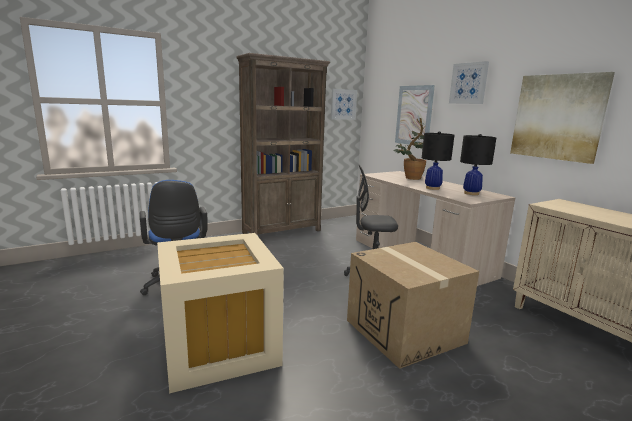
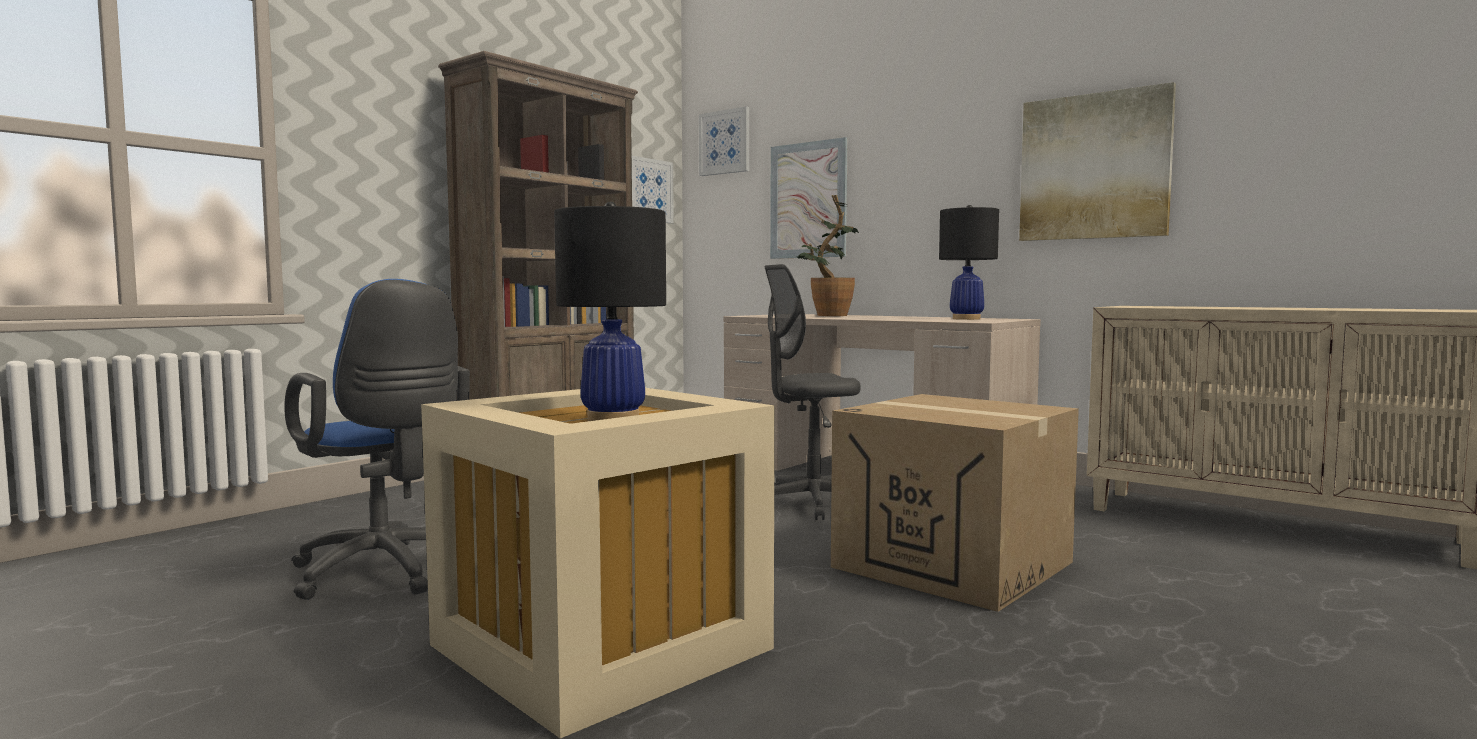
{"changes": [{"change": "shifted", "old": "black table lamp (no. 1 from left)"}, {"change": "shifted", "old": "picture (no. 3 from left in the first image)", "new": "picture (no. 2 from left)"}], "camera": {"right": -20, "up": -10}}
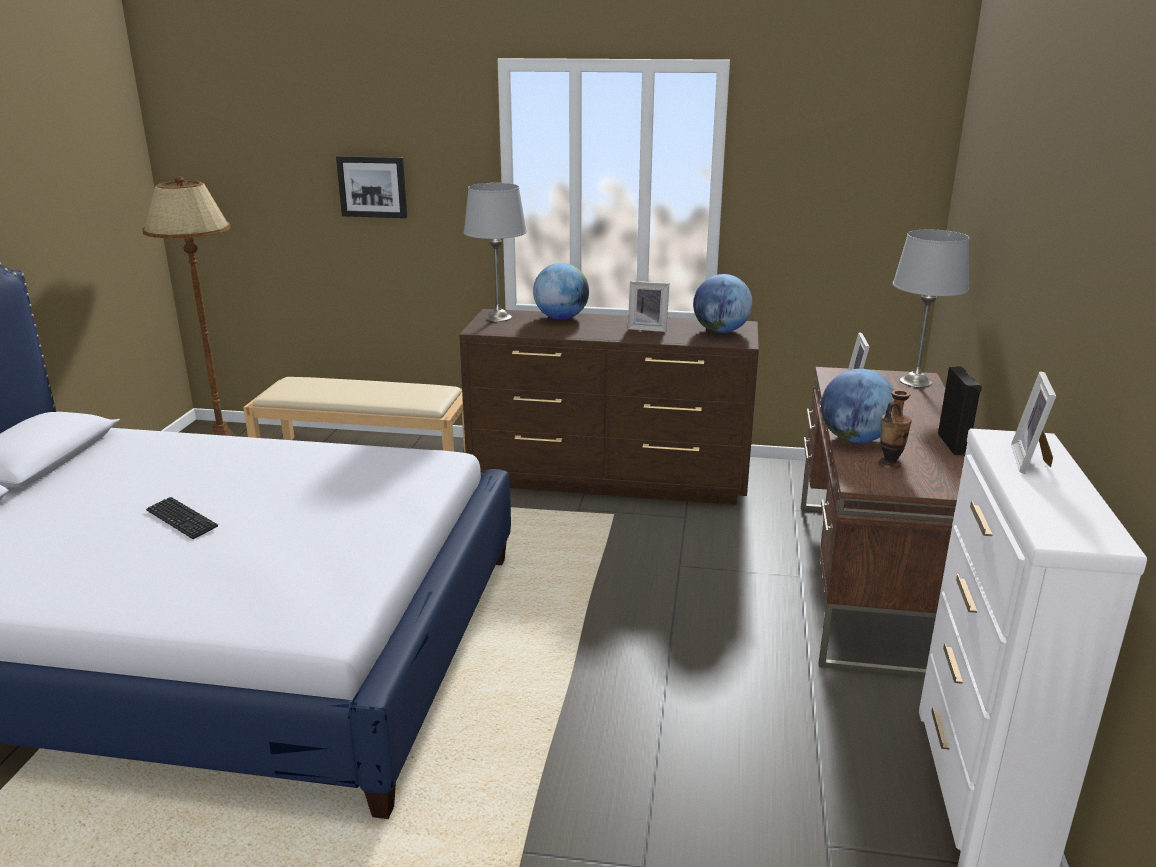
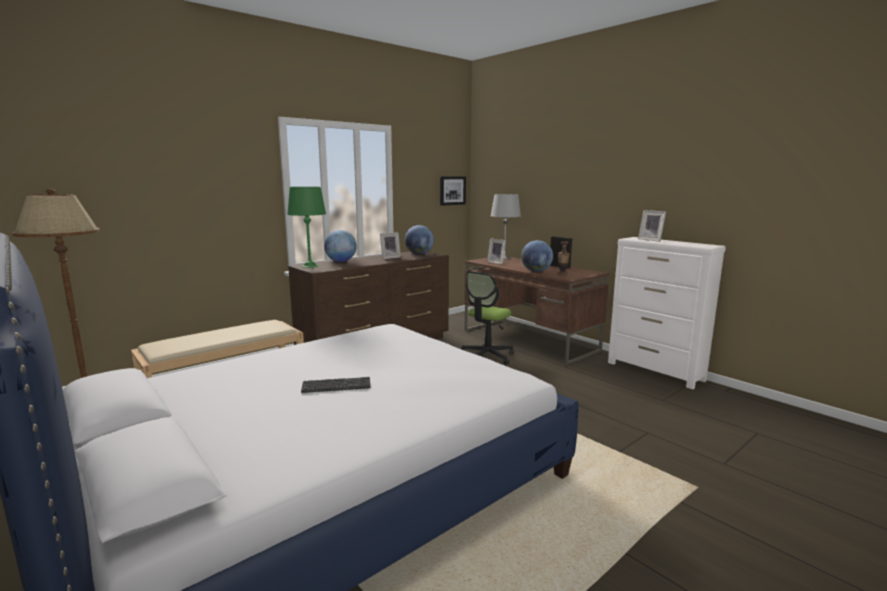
{"changes": [{"change": "new", "new": "office chair"}, {"change": "shifted", "old": "picture"}, {"change": "repainted", "old": "greyish table lamp (no. 1 from left)", "new": "greenish table lamp"}], "camera": {"right": -50, "up": -10}}
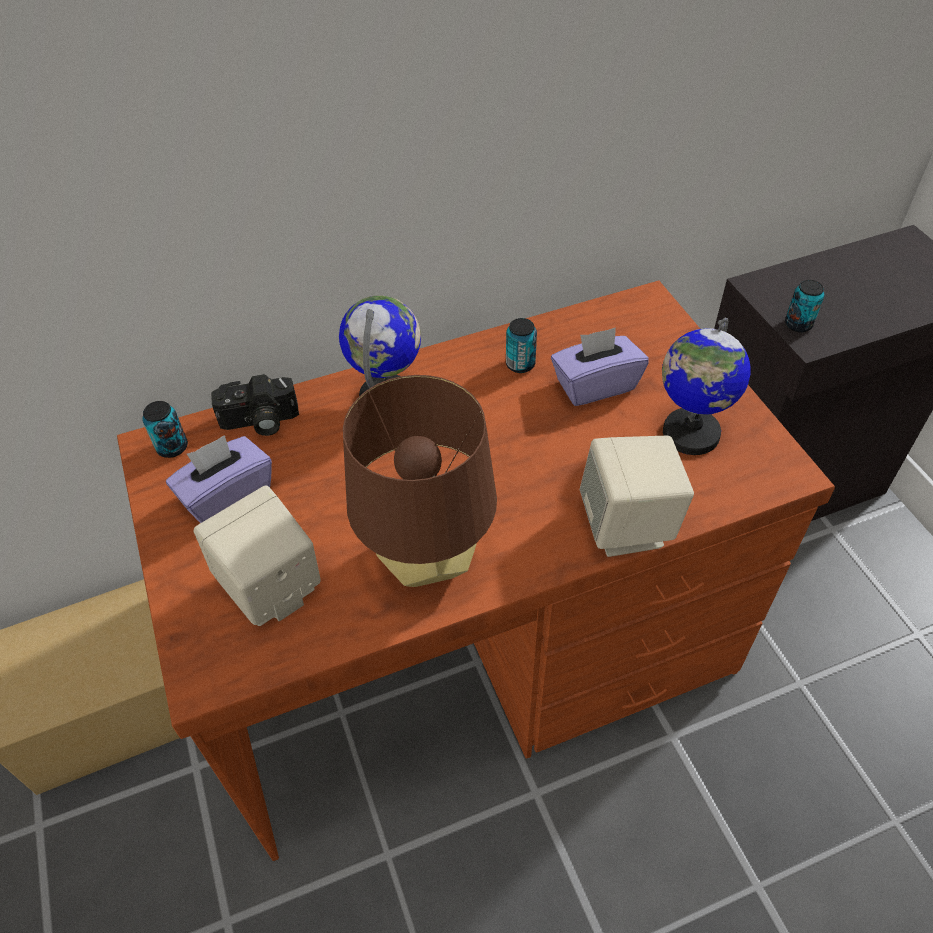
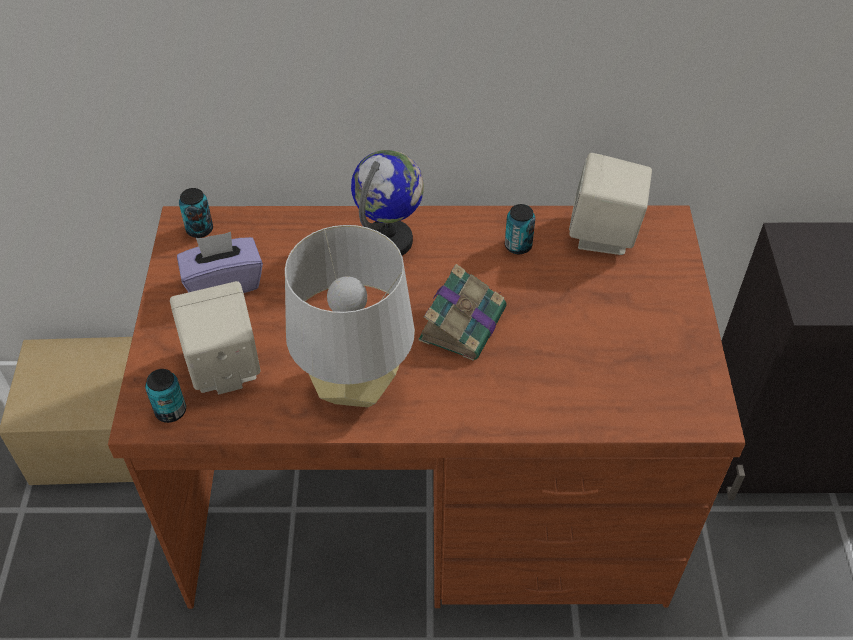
{"changes": [{"change": "gone", "old": "still camera"}, {"change": "gone", "old": "purple tissue box (no. 2 from left)"}, {"change": "gone", "old": "desk globe (no. 2 from left)"}, {"change": "new", "new": "volume"}, {"change": "shifted", "old": "beige-coloured audio speaker (no. 2 from left)"}, {"change": "shifted", "old": "can (no. 3 from left in the first image)", "new": "can (no. 1 from left)"}, {"change": "repainted", "old": "brown table lamp", "new": "greyish table lamp"}], "camera": {"right": 20, "up": 0}}
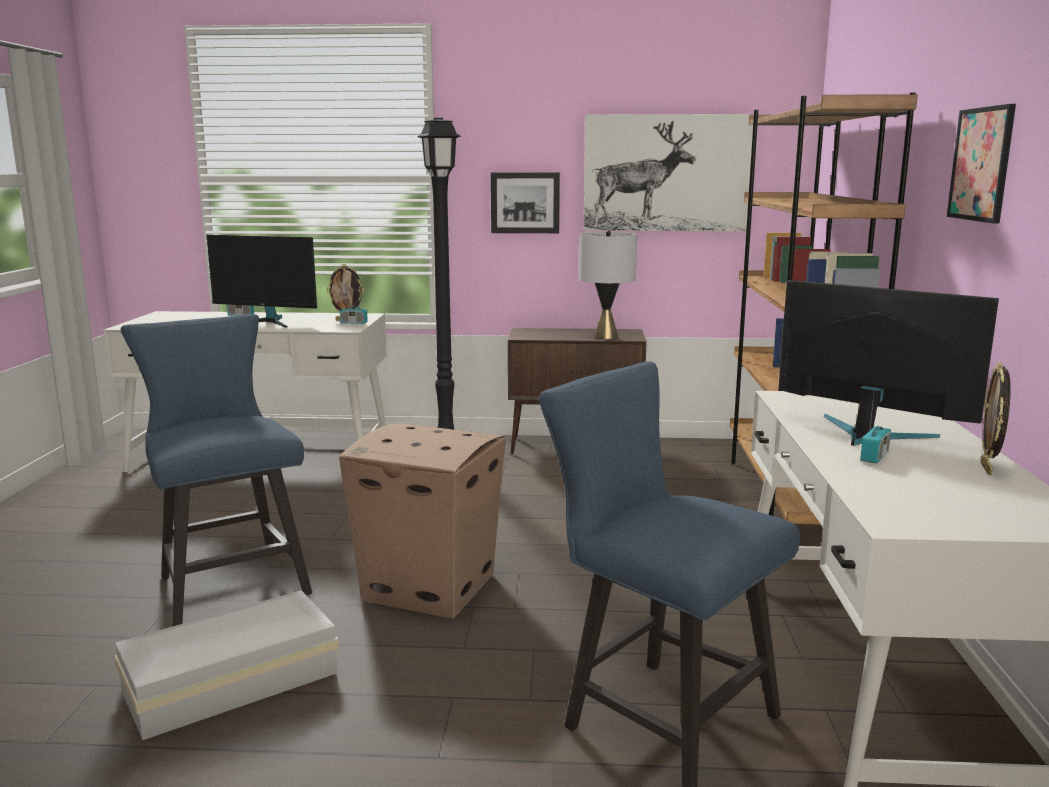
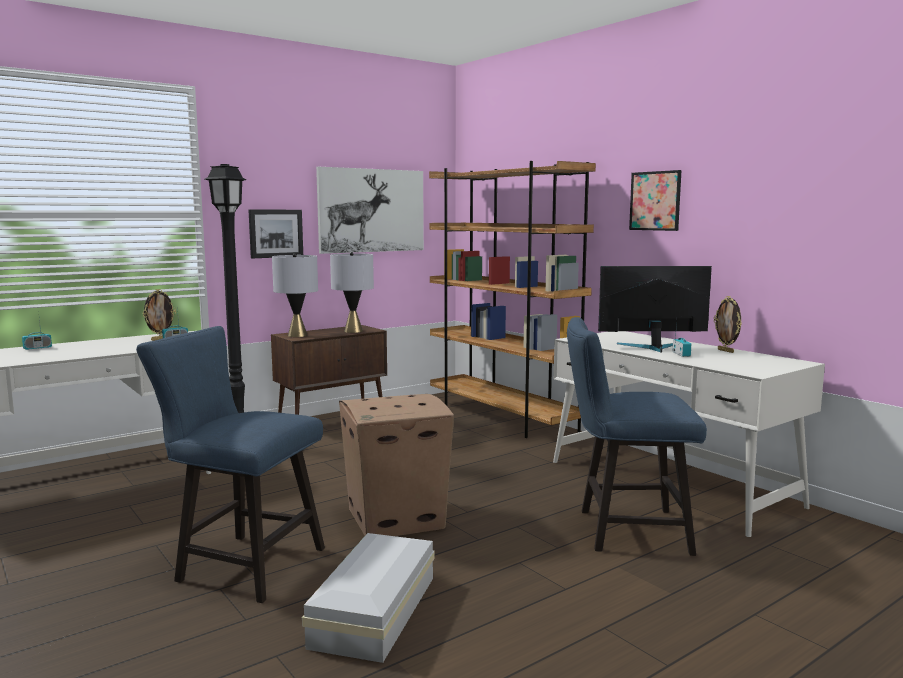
{"changes": [{"change": "gone", "old": "computer screen (no. 1 from left)"}, {"change": "new", "new": "greyish table lamp (no. 1 from left)"}], "camera": {"right": -40, "up": -5}}
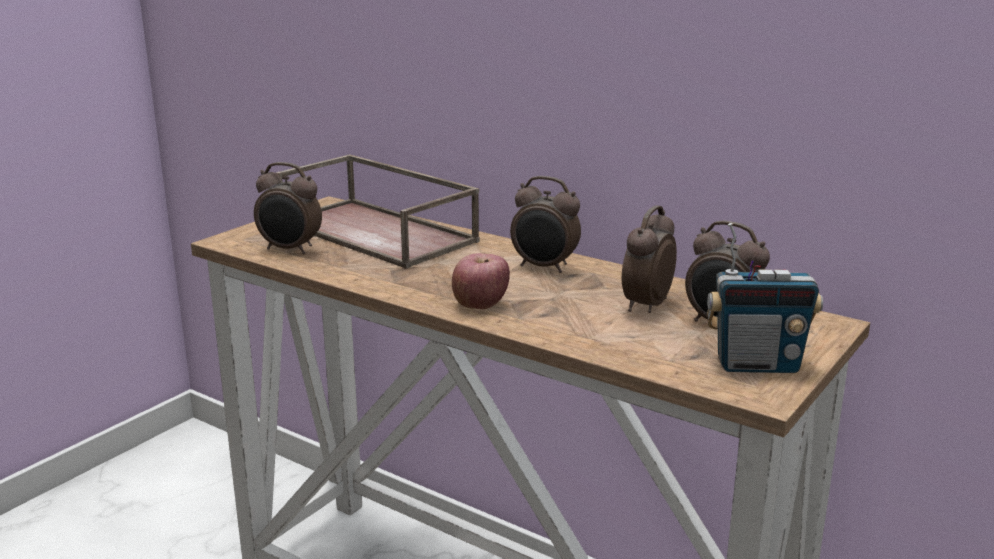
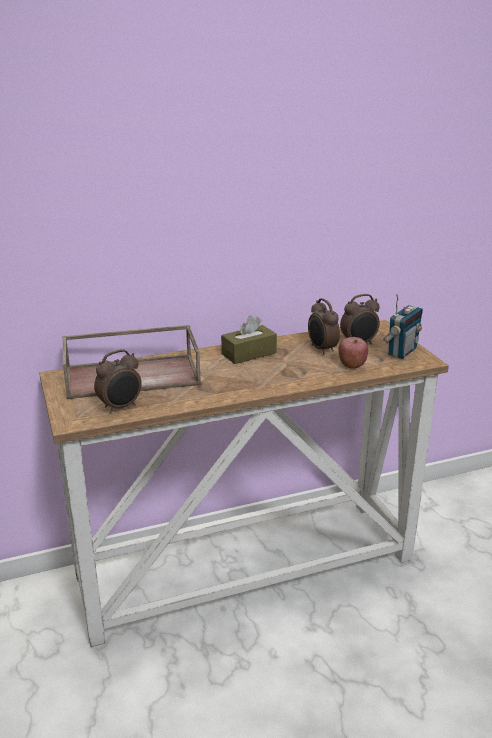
{"changes": [{"change": "shifted", "old": "whole apple"}, {"change": "swapped", "old": "bedside clock (no. 2 from left)", "new": "brown tissue box"}], "camera": {"right": -55, "up": 5}}
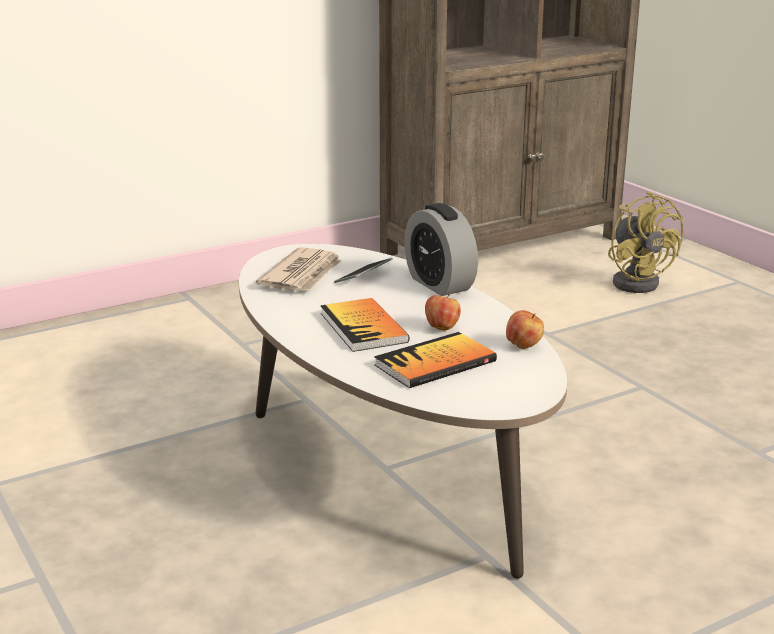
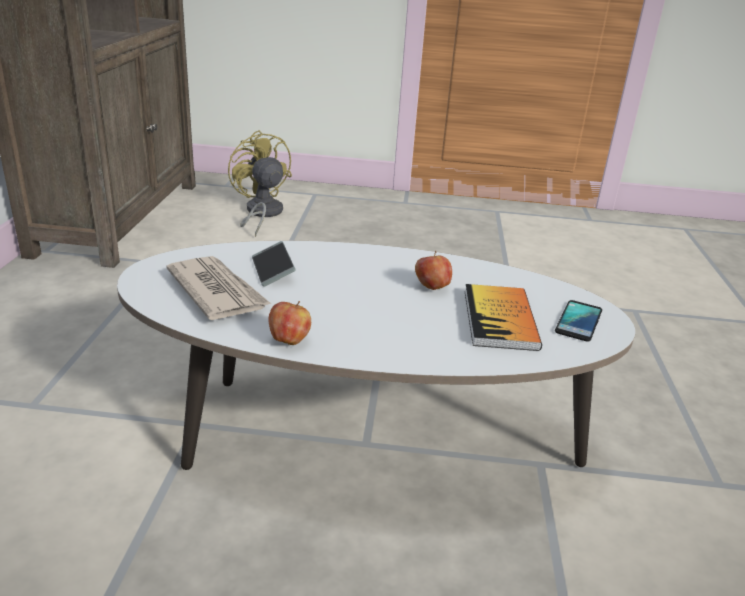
{"changes": [{"change": "gone", "old": "volume (no. 1 from left)"}, {"change": "gone", "old": "bedside clock"}, {"change": "new", "new": "handset (no. 2 from left)"}, {"change": "shifted", "old": "whole apple (no. 2 from left in the first image)", "new": "whole apple (no. 1 from left)"}, {"change": "rotated", "old": "yellow fan", "degrees": -135}], "camera": {"right": -55, "up": 5}}
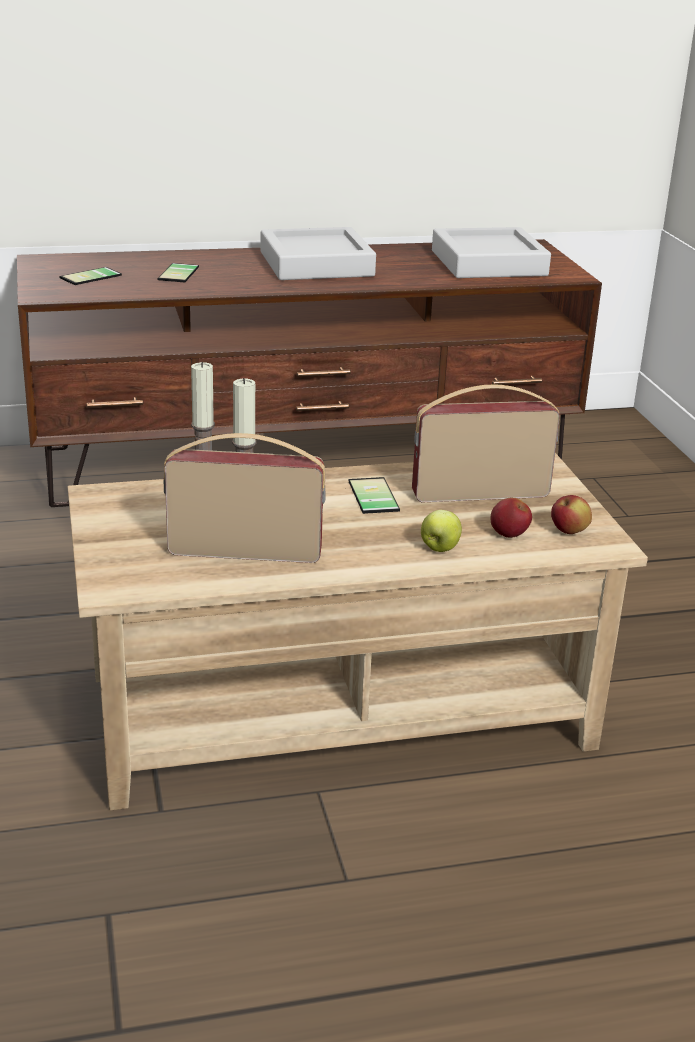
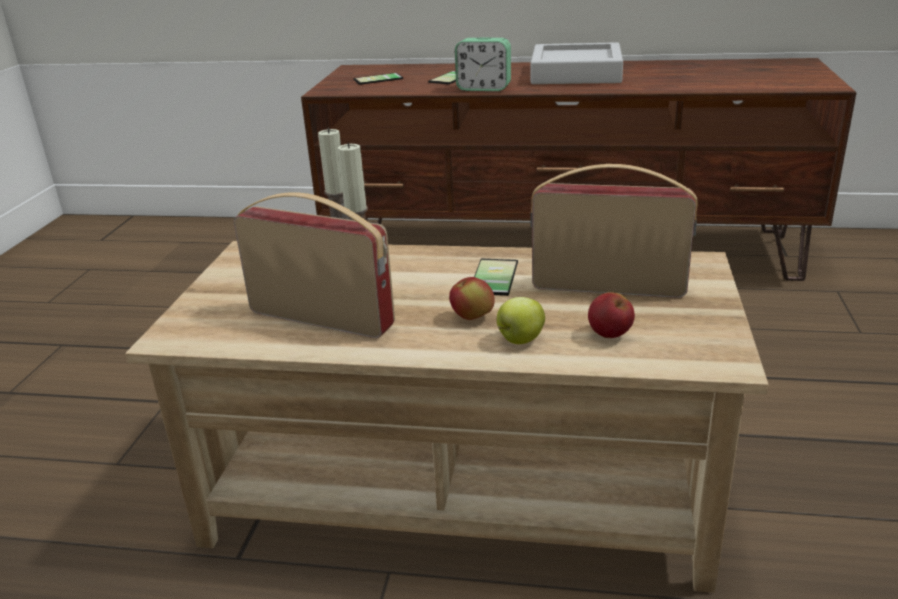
{"changes": [{"change": "gone", "old": "greyish carrying tray (no. 2 from left)"}, {"change": "new", "new": "bedside clock"}, {"change": "shifted", "old": "whole apple (no. 3 from left in the first image)", "new": "whole apple (no. 1 from left)"}], "camera": {"right": 25, "up": 0}}
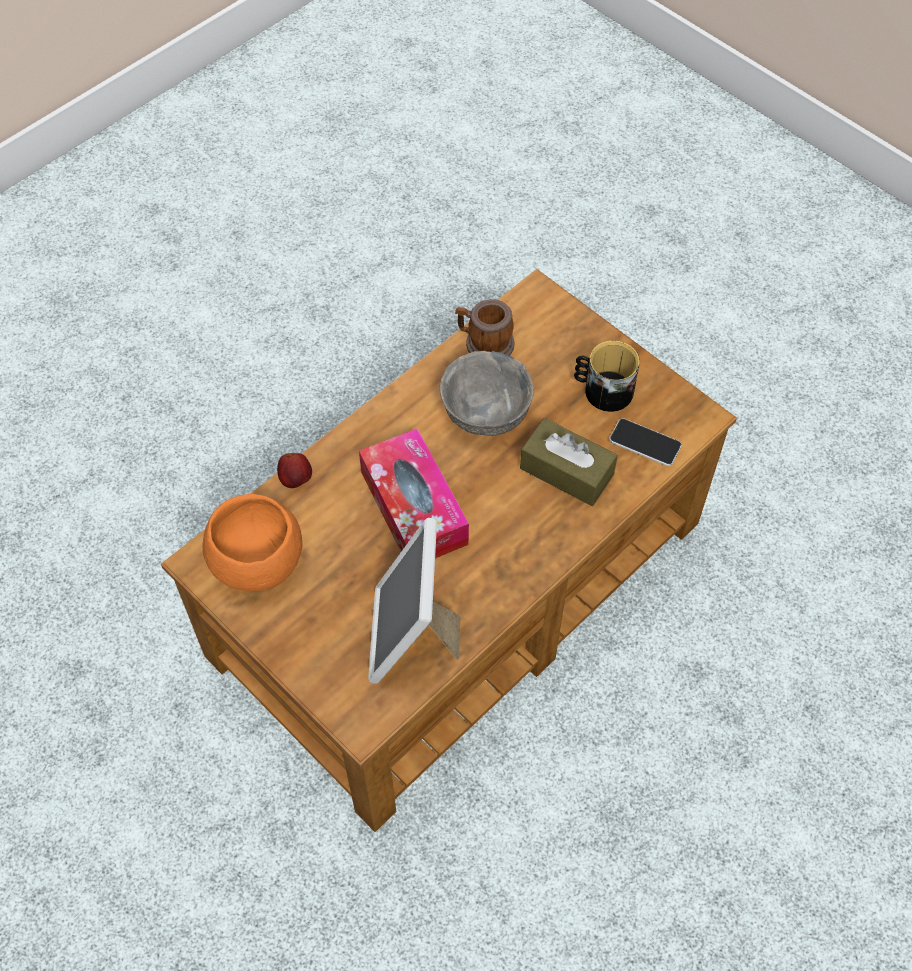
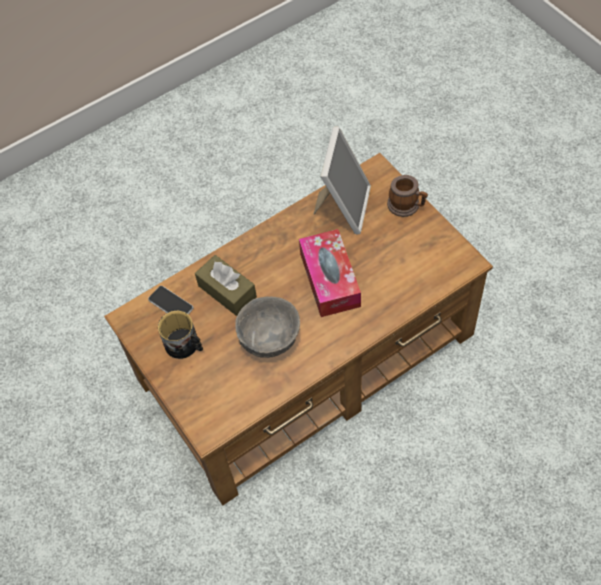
{"changes": [{"change": "gone", "old": "orangey serving bowl"}, {"change": "gone", "old": "whole apple"}, {"change": "shifted", "old": "mug (no. 1 from left in the first image)", "new": "mug (no. 2 from left)"}], "camera": {"right": -165, "up": 0}}
